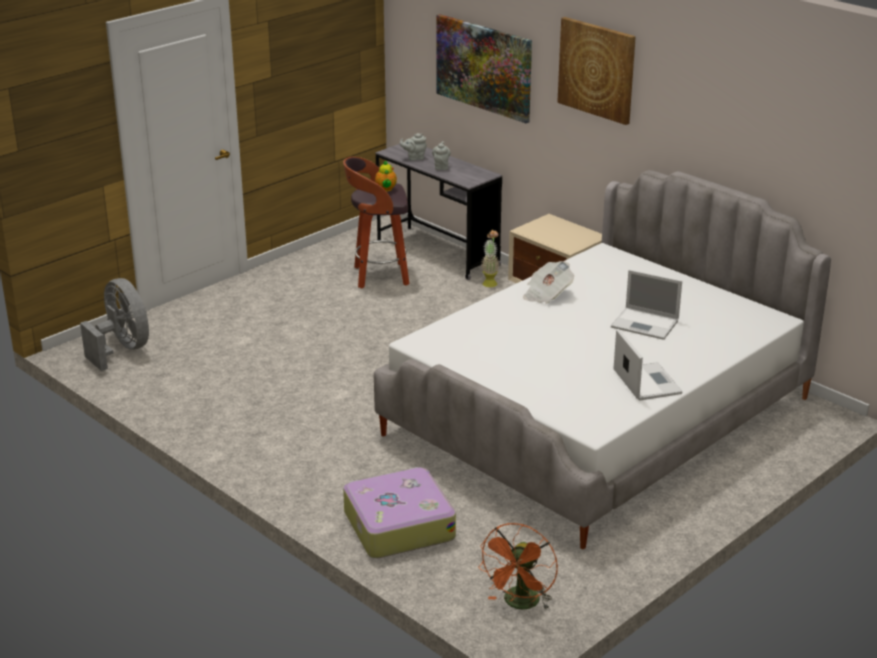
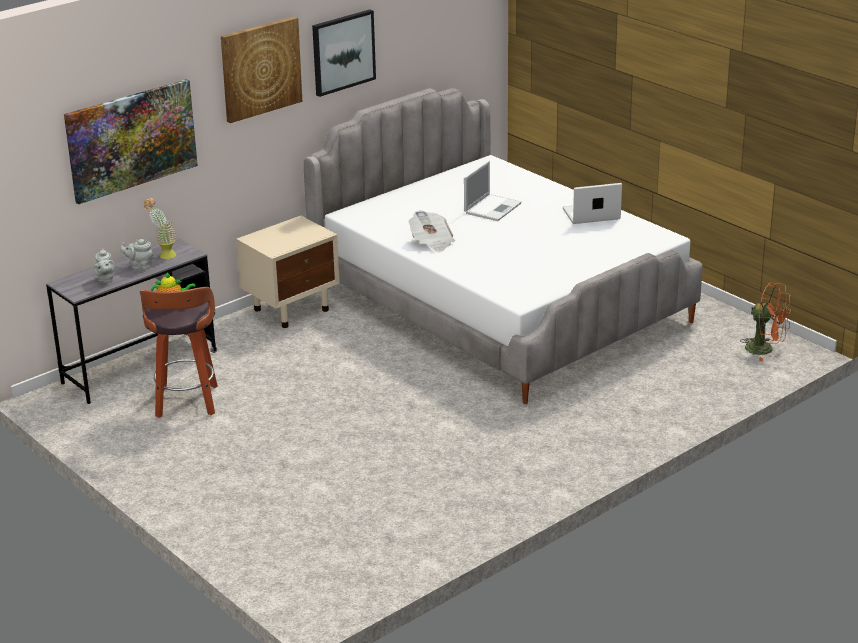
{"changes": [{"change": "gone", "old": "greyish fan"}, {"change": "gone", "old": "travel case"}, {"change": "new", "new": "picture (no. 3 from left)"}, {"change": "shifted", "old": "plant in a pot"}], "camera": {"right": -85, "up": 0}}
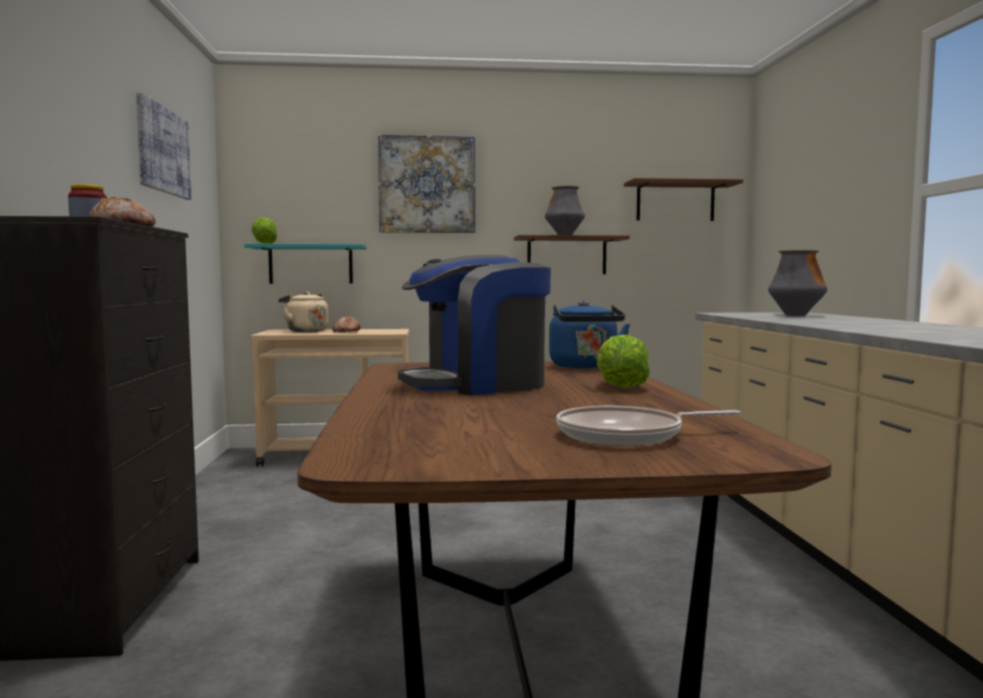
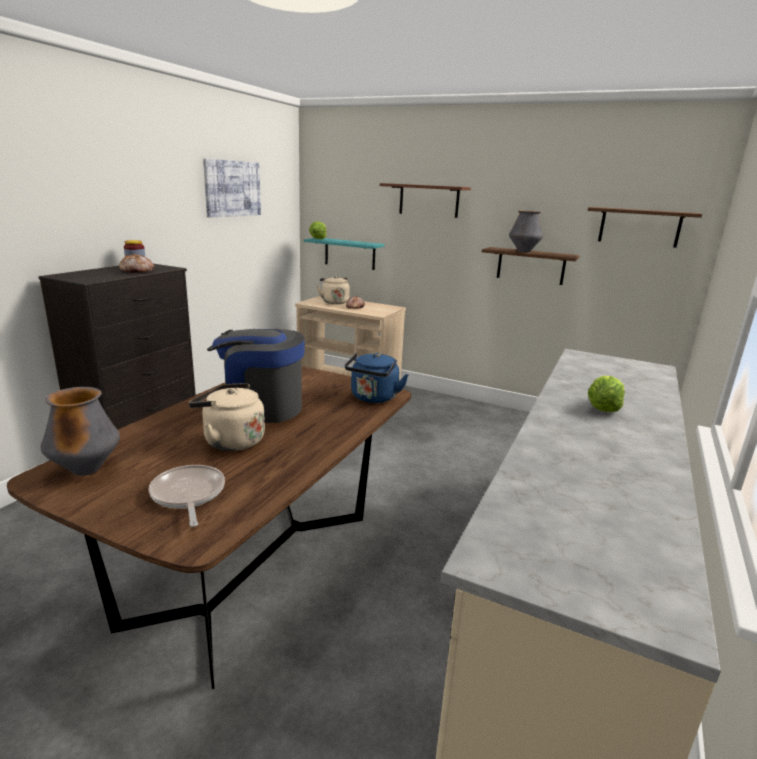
{"changes": [{"change": "new", "new": "beige-coloured tea kettle (no. 1 from left)"}, {"change": "shifted", "old": "lettuce head (no. 2 from left)"}, {"change": "shifted", "old": "vase (no. 2 from left in the first image)", "new": "vase (no. 1 from left)"}, {"change": "swapped", "old": "picture (no. 2 from left)", "new": "brown shelf (no. 1 from left)"}, {"change": "rotated", "old": "frying pan", "degrees": 45}], "camera": {"right": 30, "up": 15}}
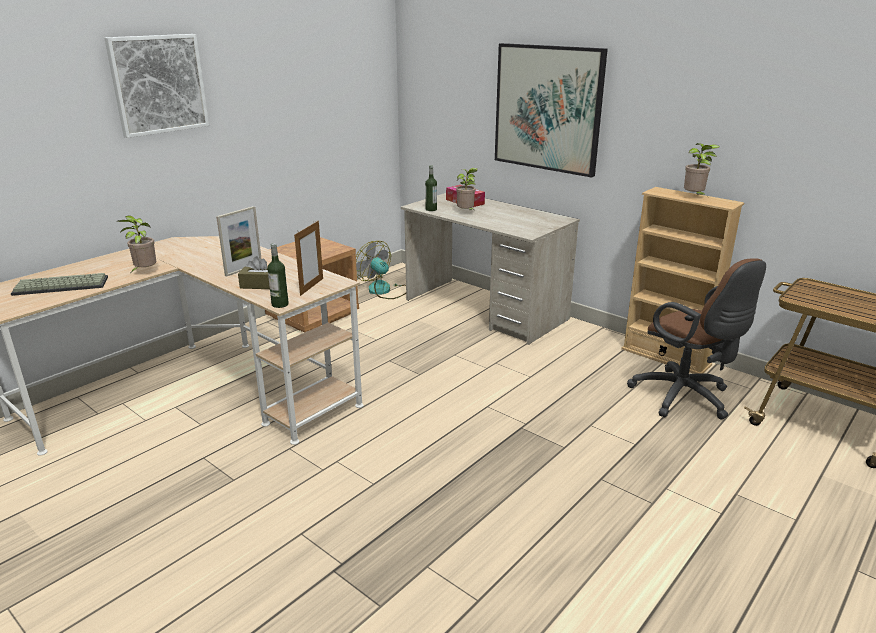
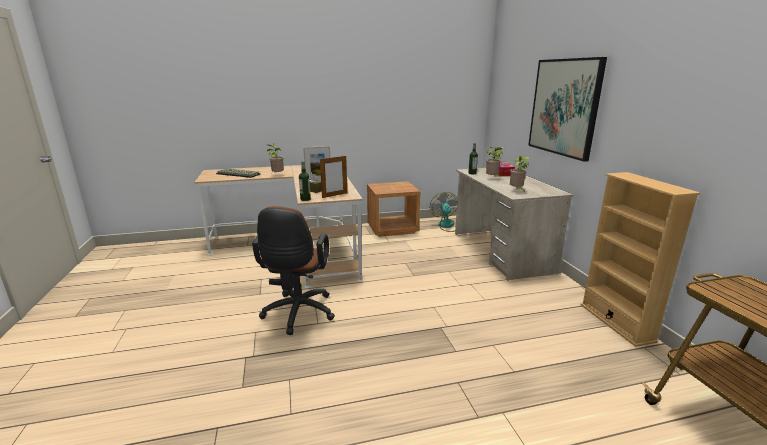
{"changes": [{"change": "gone", "old": "picture (no. 1 from left)"}, {"change": "shifted", "old": "brown office chair"}, {"change": "shifted", "old": "plant in a pot (no. 3 from left)"}], "camera": {"right": 35, "up": -5}}
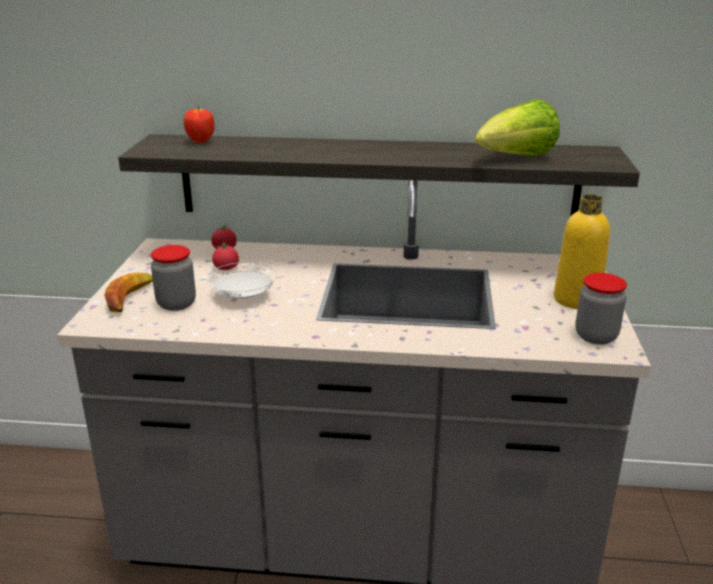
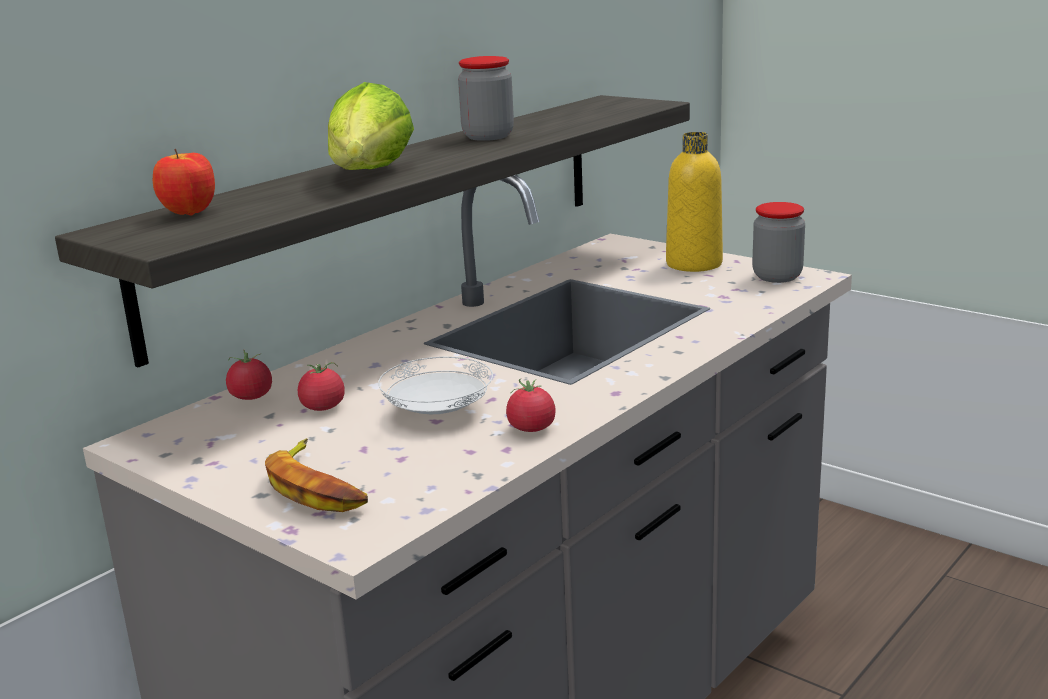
{"changes": [{"change": "new", "new": "whole tomato (no. 3 from left)"}, {"change": "shifted", "old": "jar (no. 1 from left)"}, {"change": "shifted", "old": "lettuce head"}], "camera": {"right": -55, "up": -5}}
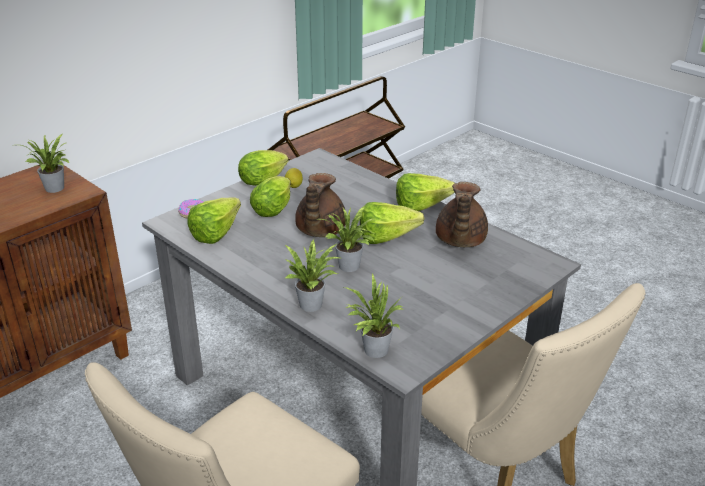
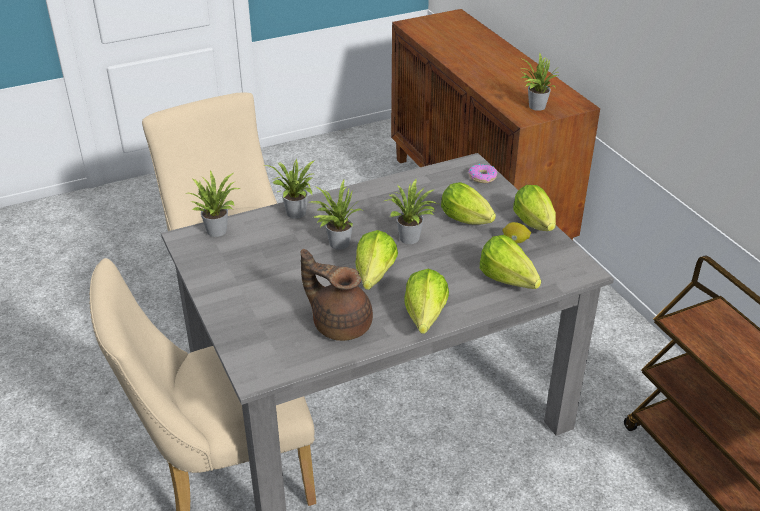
{"changes": [{"change": "shifted", "old": "lettuce head (no. 1 from left in the first image)", "new": "lettuce head (no. 4 from left)"}, {"change": "swapped", "old": "brown pot for tea (no. 1 from left)", "new": "plant in a pot (no. 4 from left)"}], "camera": {"right": 110, "up": 5}}
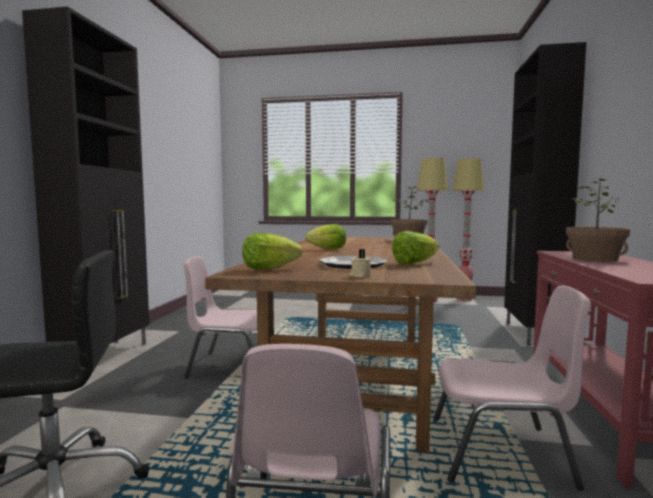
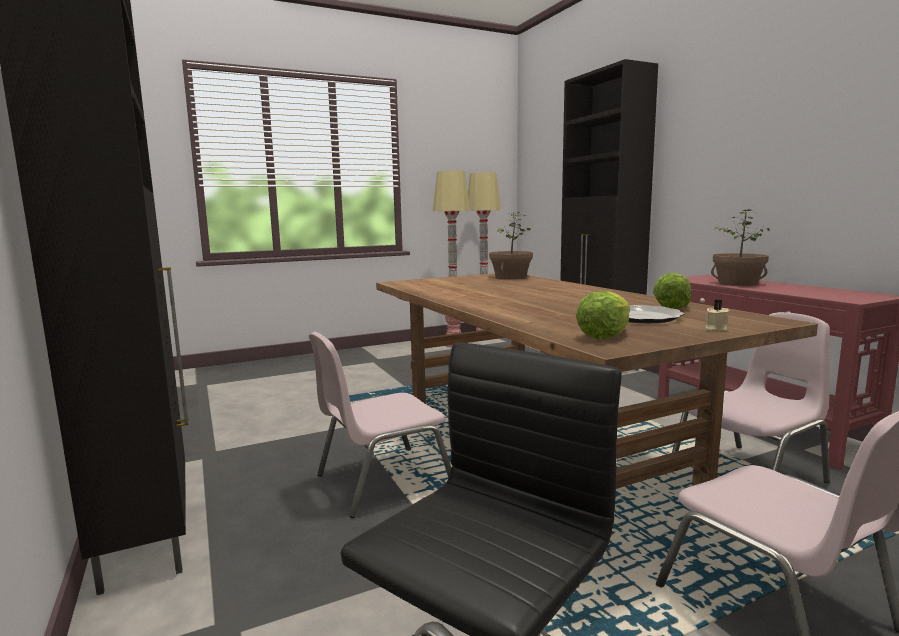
{"changes": [{"change": "gone", "old": "lettuce head (no. 2 from left)"}], "camera": {"right": -35, "up": 5}}
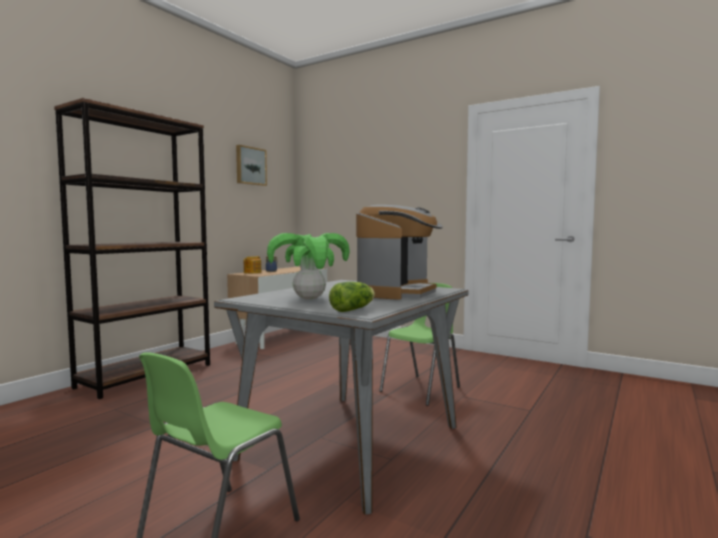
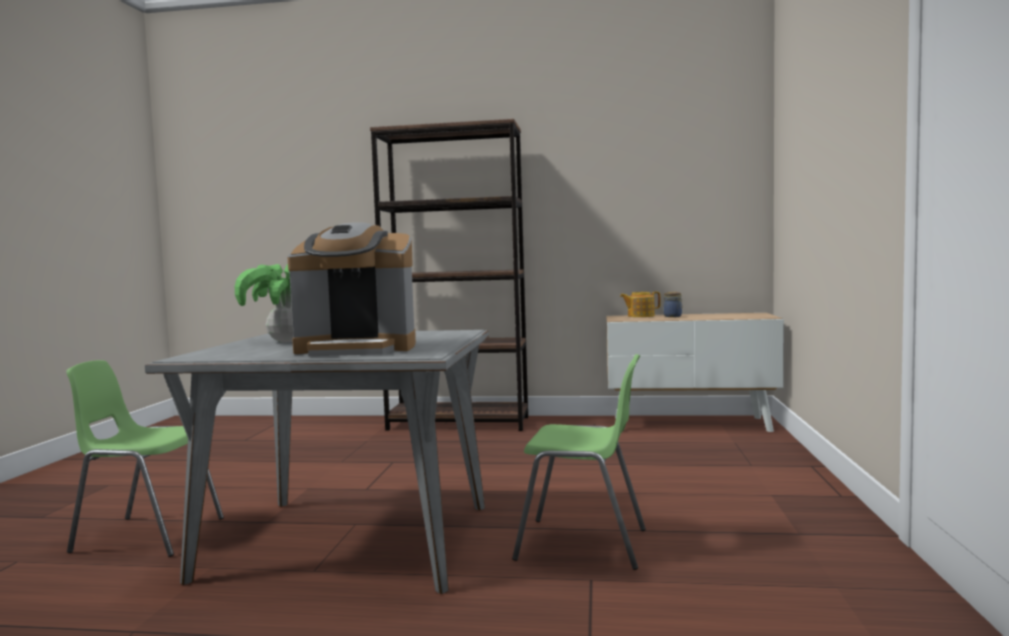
{"changes": [{"change": "gone", "old": "picture"}, {"change": "gone", "old": "lettuce head"}], "camera": {"right": 65, "up": 0}}
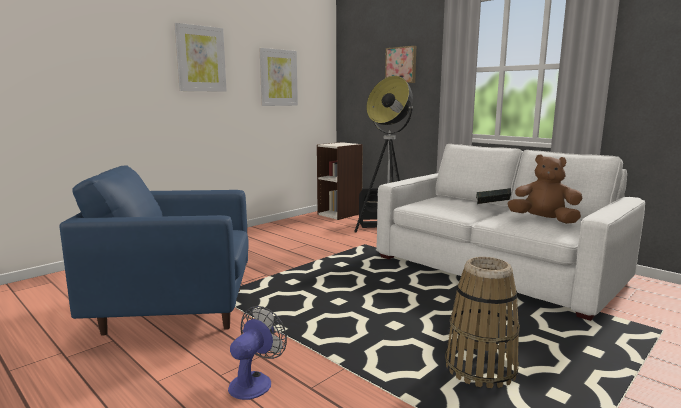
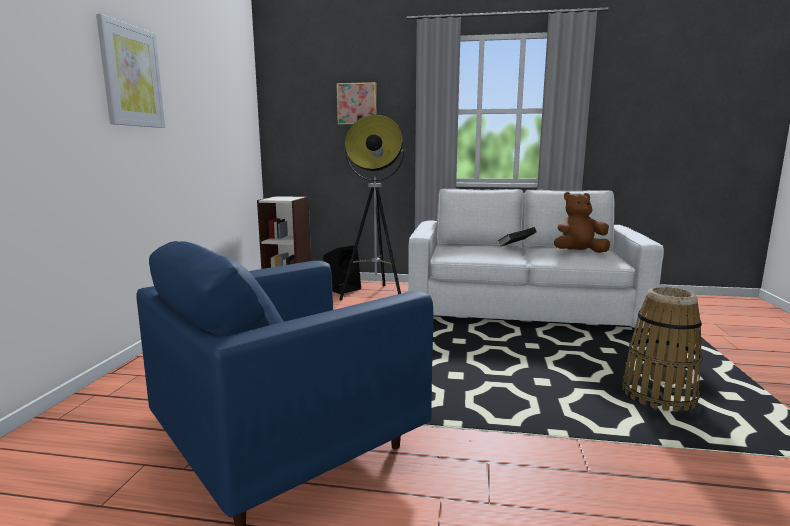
{"changes": [{"change": "gone", "old": "fan"}, {"change": "gone", "old": "picture (no. 2 from left)"}], "camera": {"right": -35, "up": 0}}
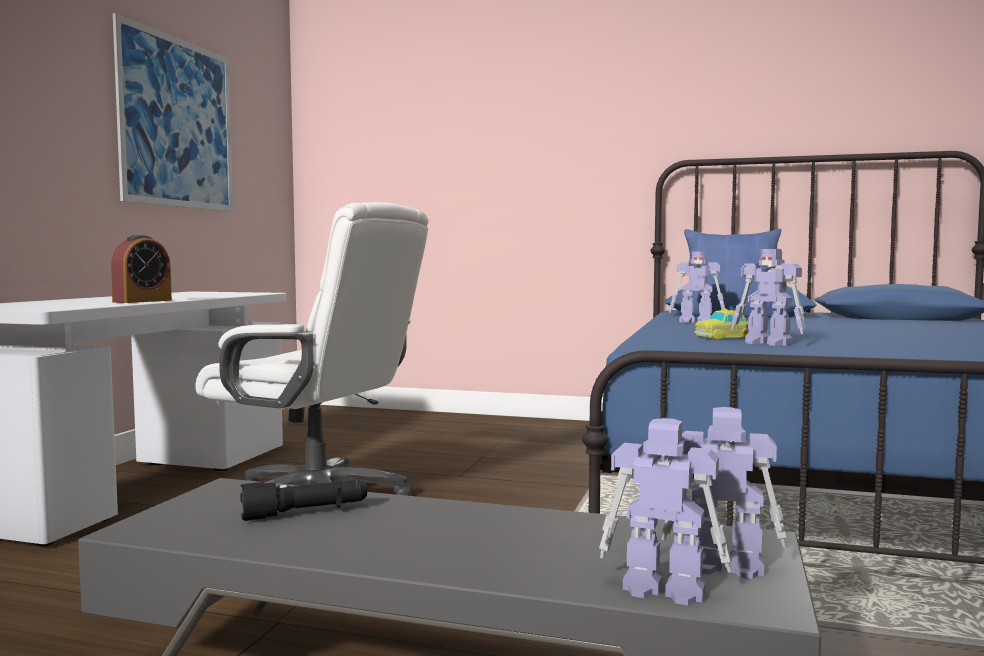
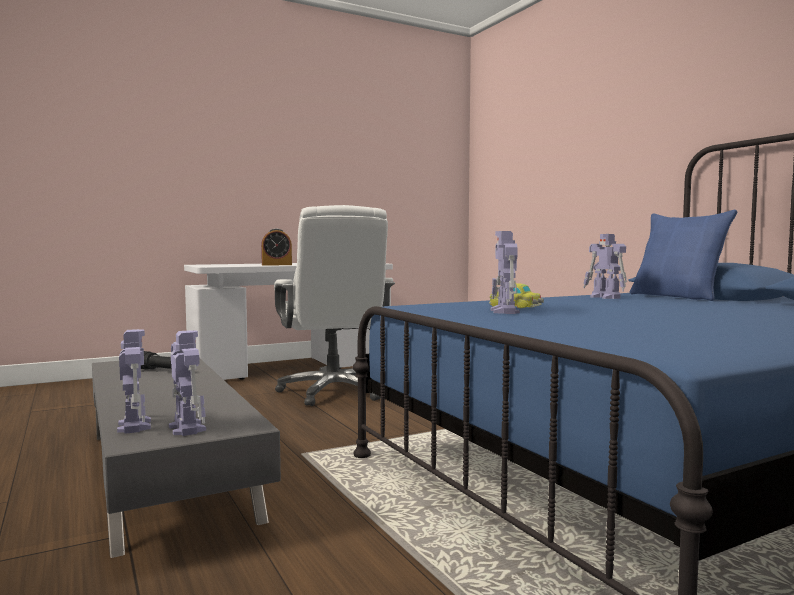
{"changes": [{"change": "gone", "old": "picture"}], "camera": {"right": 45, "up": 0}}
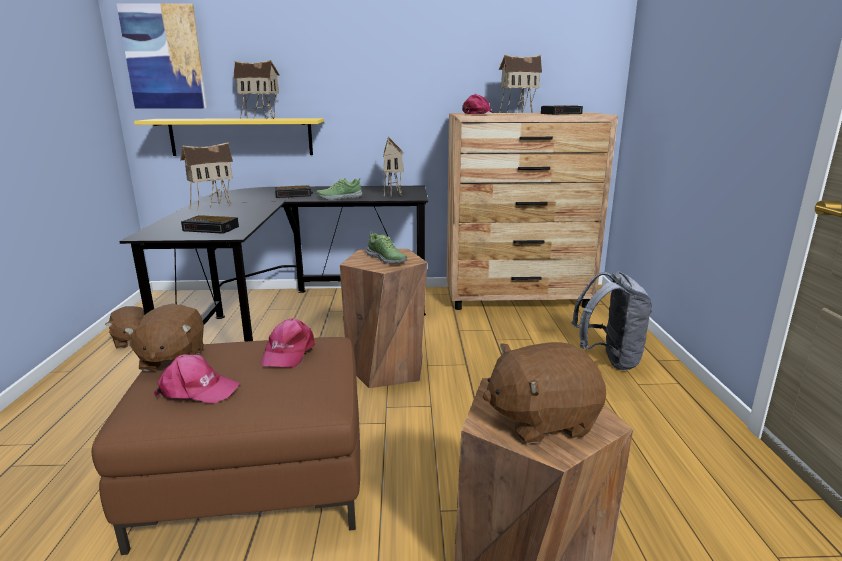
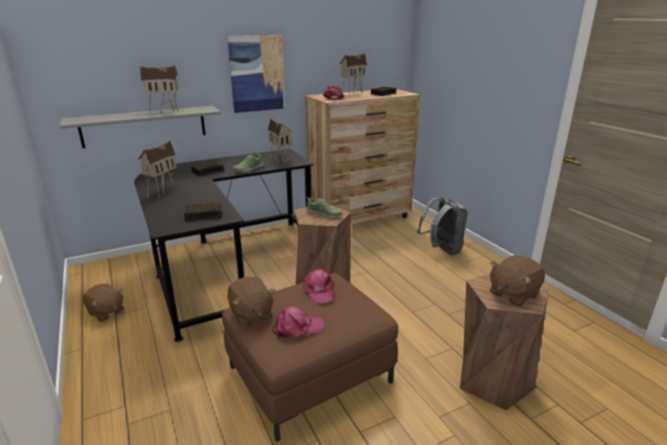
{"changes": [{"change": "shifted", "old": "picture"}, {"change": "repainted", "old": "yellow shelf", "new": "greyish shelf"}], "camera": {"right": -25, "up": 5}}
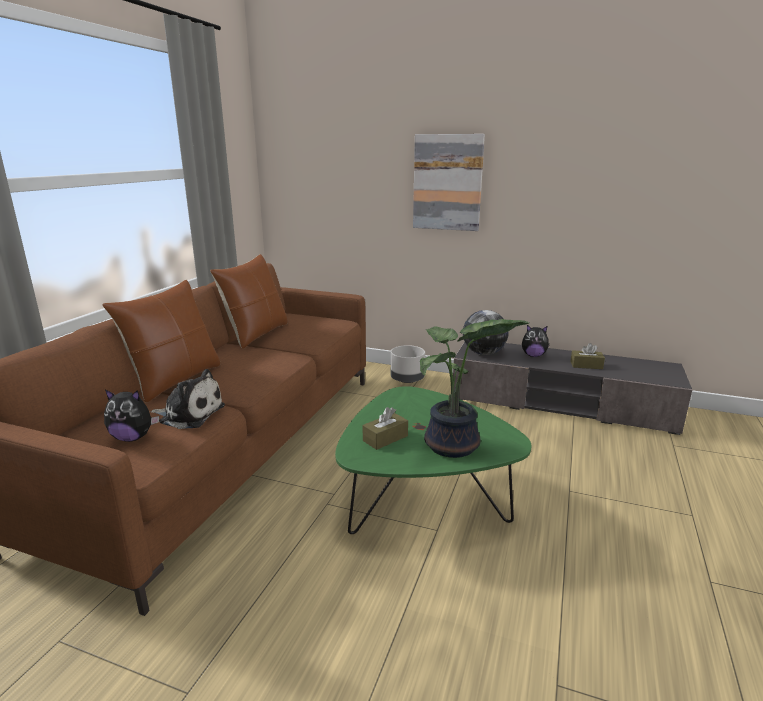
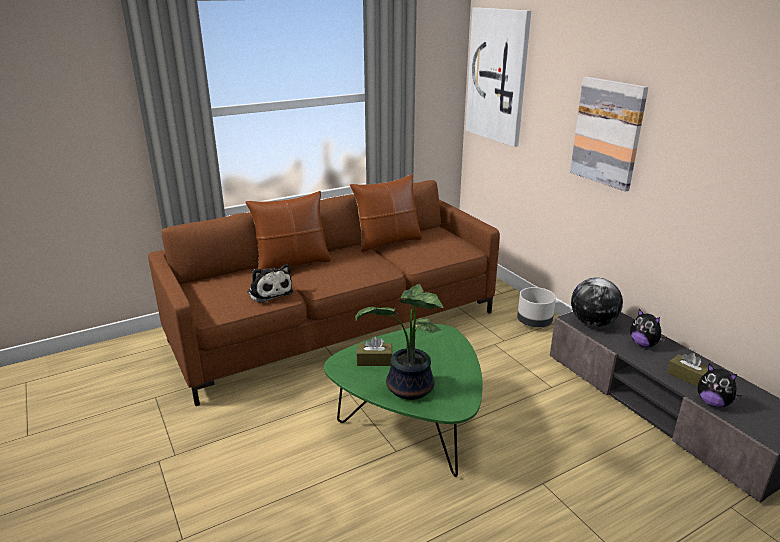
{"changes": [{"change": "new", "new": "picture (no. 1 from left)"}, {"change": "shifted", "old": "plush toy (no. 1 from left in the first image)", "new": "plush toy (no. 3 from left)"}], "camera": {"right": 40, "up": 5}}
